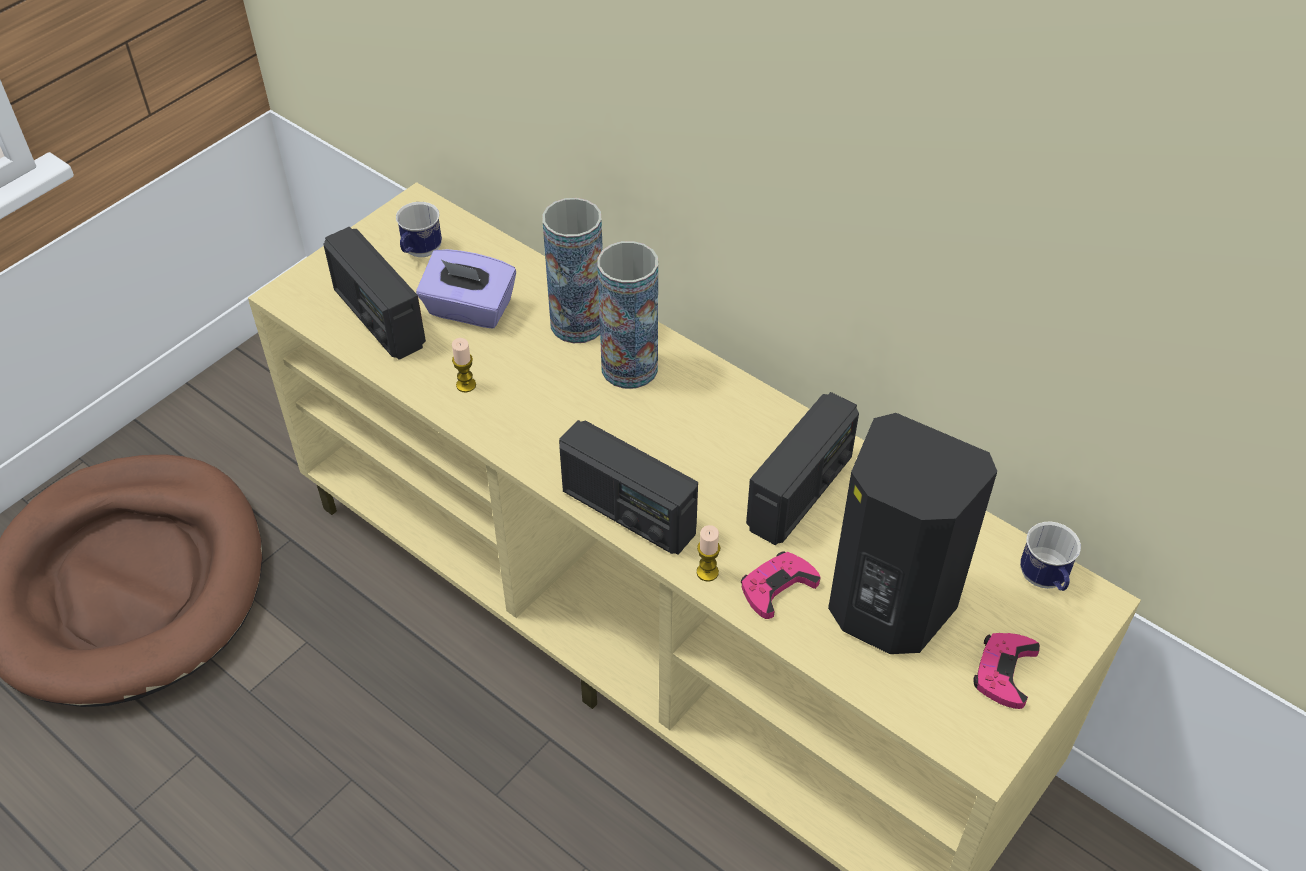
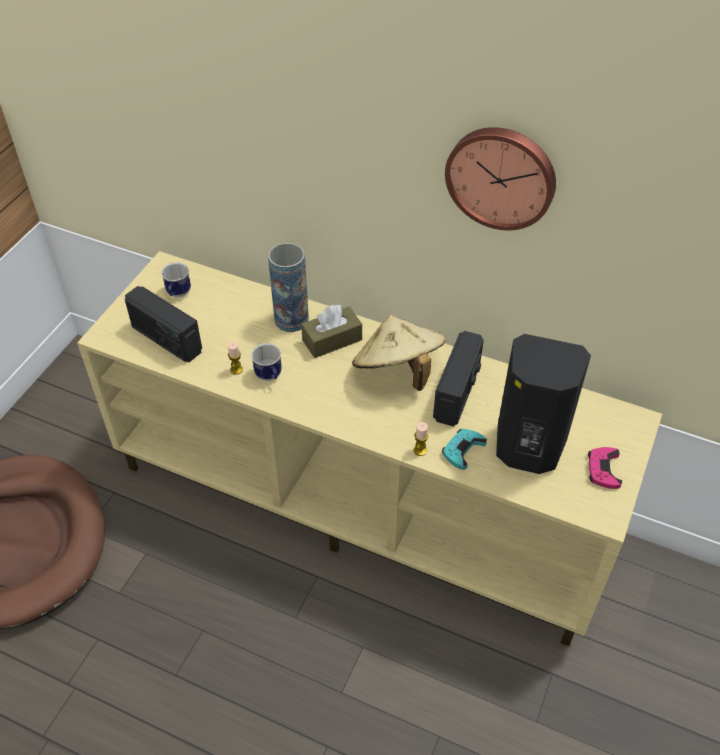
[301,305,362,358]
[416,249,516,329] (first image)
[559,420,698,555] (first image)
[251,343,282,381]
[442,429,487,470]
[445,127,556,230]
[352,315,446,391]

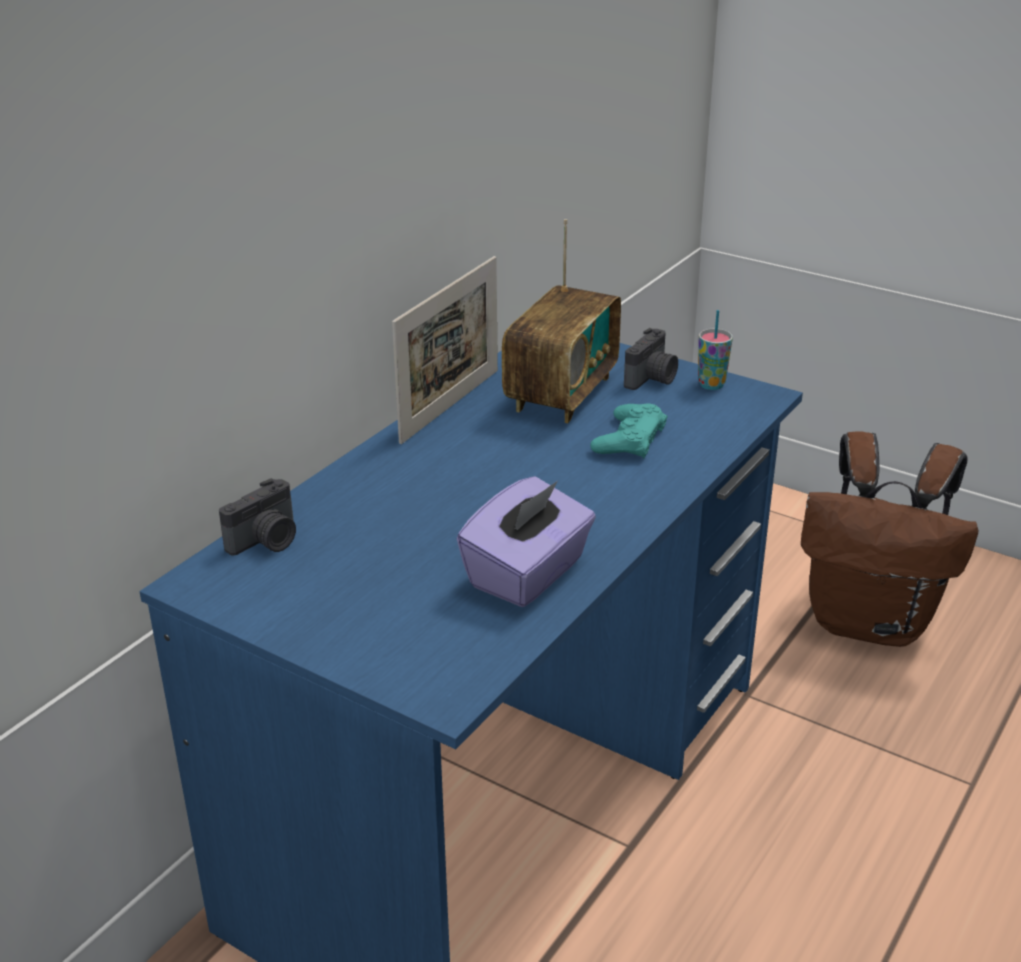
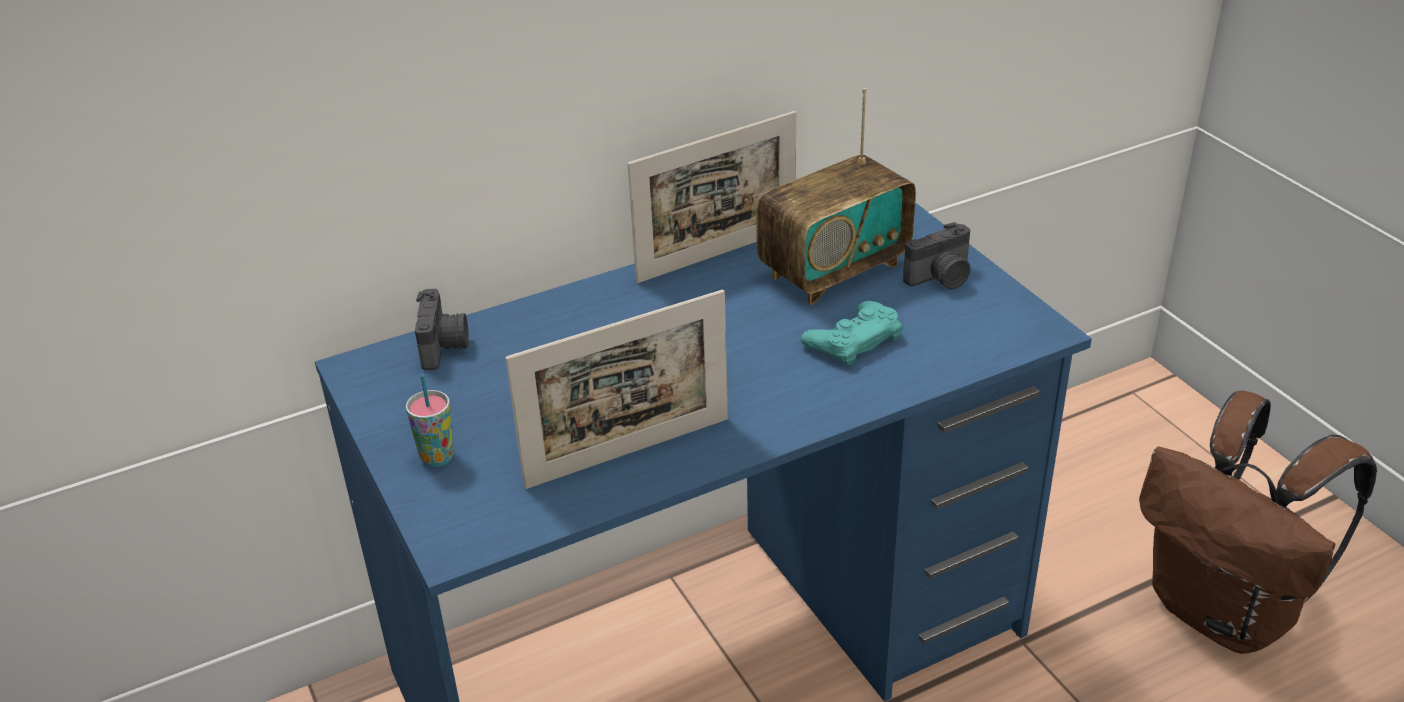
[406,374,455,467]
[505,289,728,489]
[415,289,469,370]

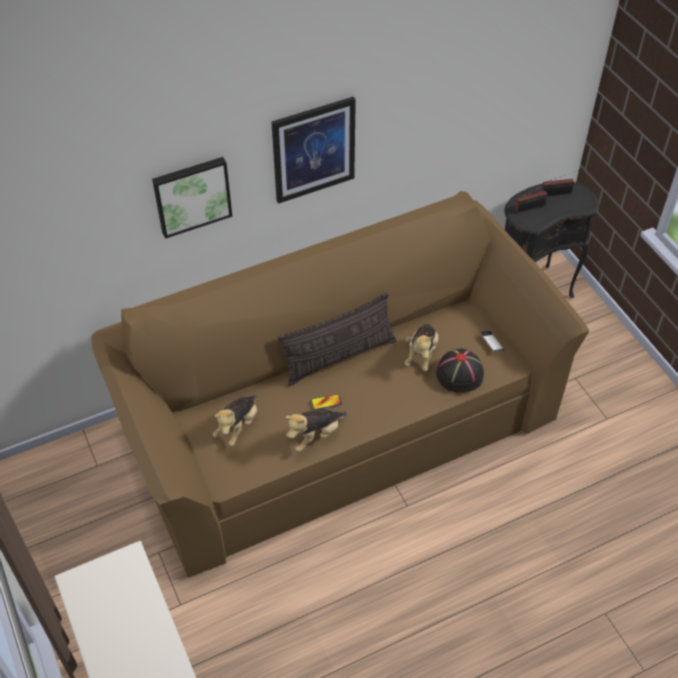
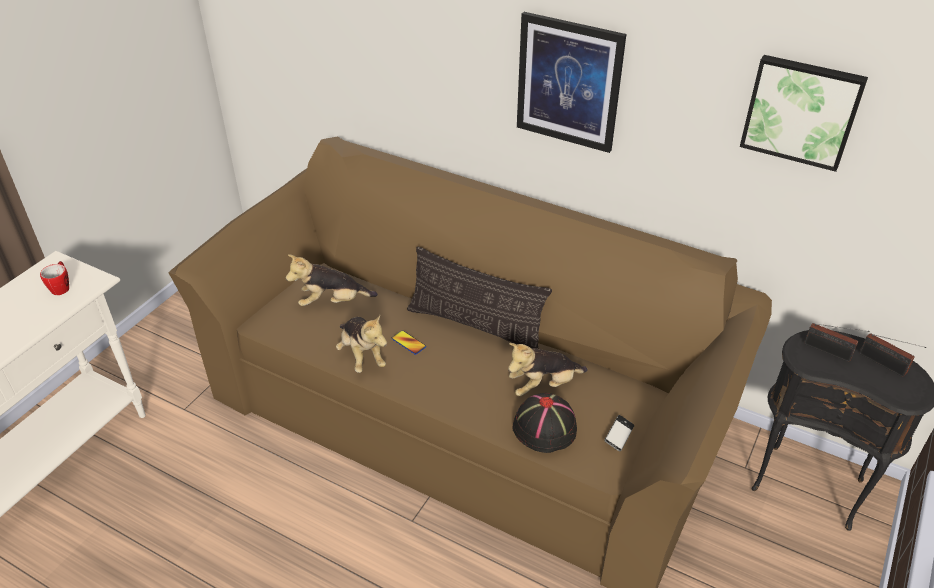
[740,55,868,172]
[336,315,387,373]
[40,261,69,295]

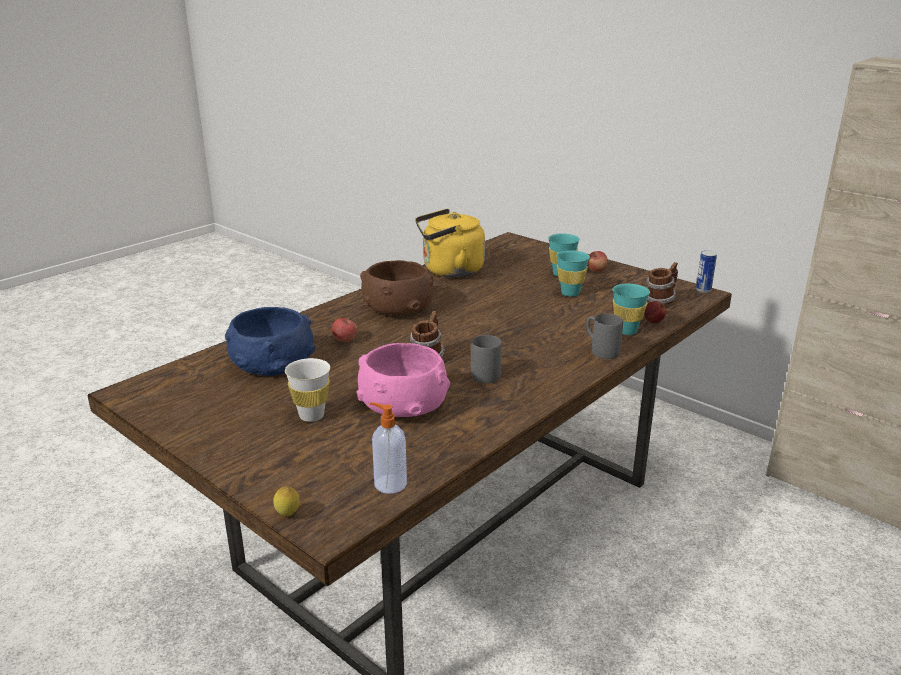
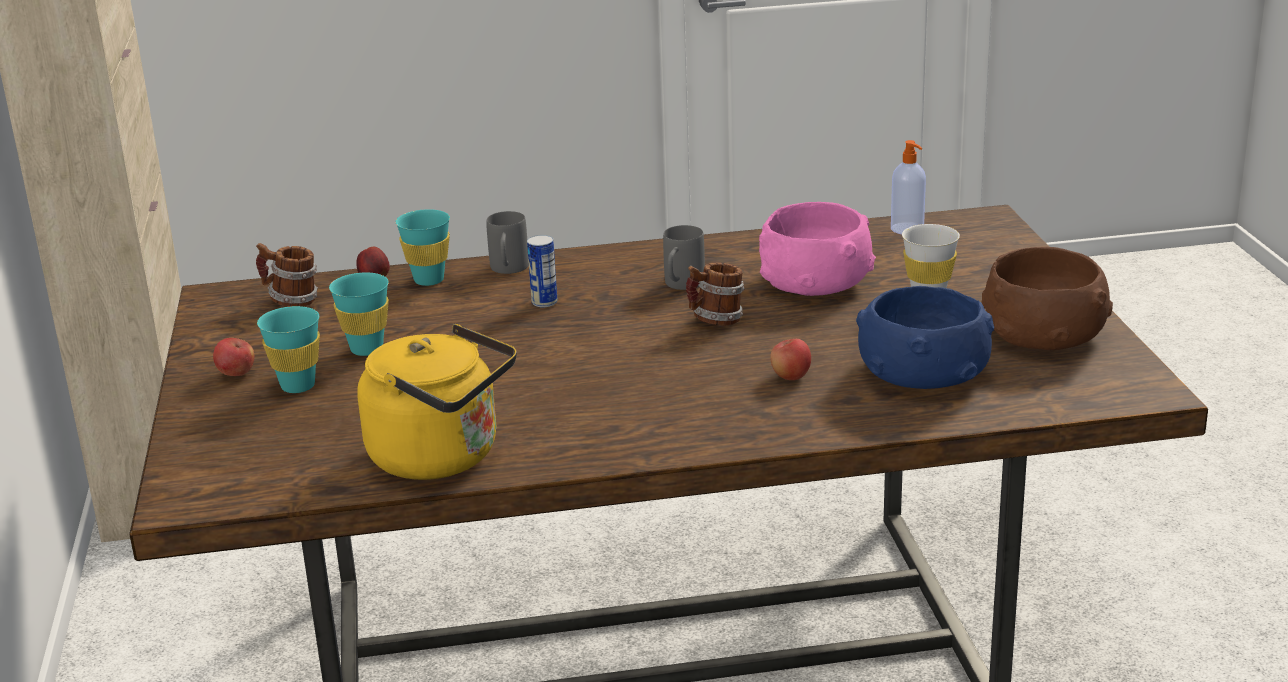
[527,235,557,307]
[981,247,1113,350]
[273,486,300,517] (first image)

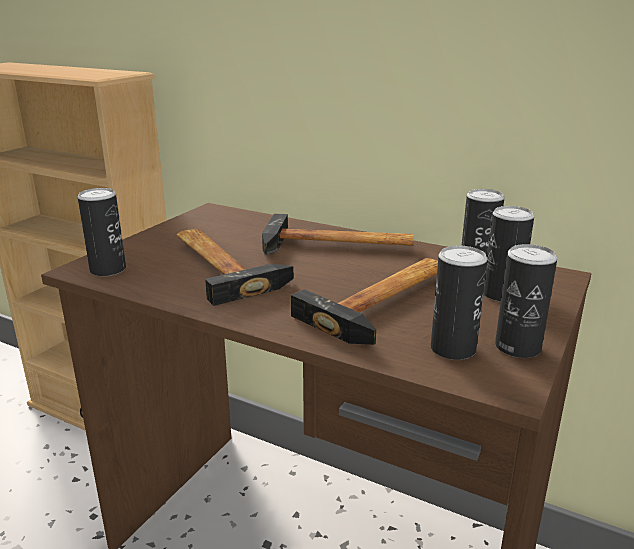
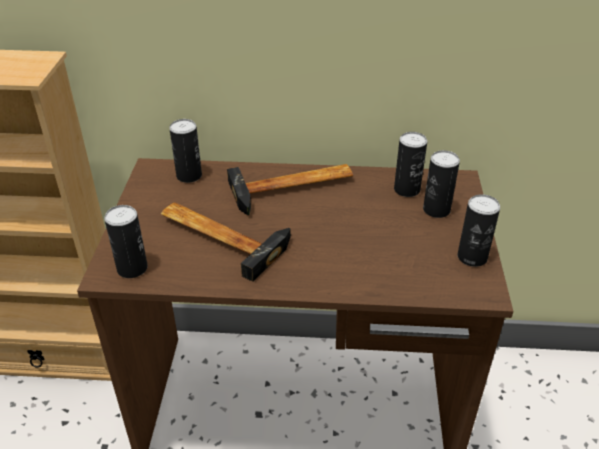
[169,119,202,183]
[291,258,438,345] (first image)

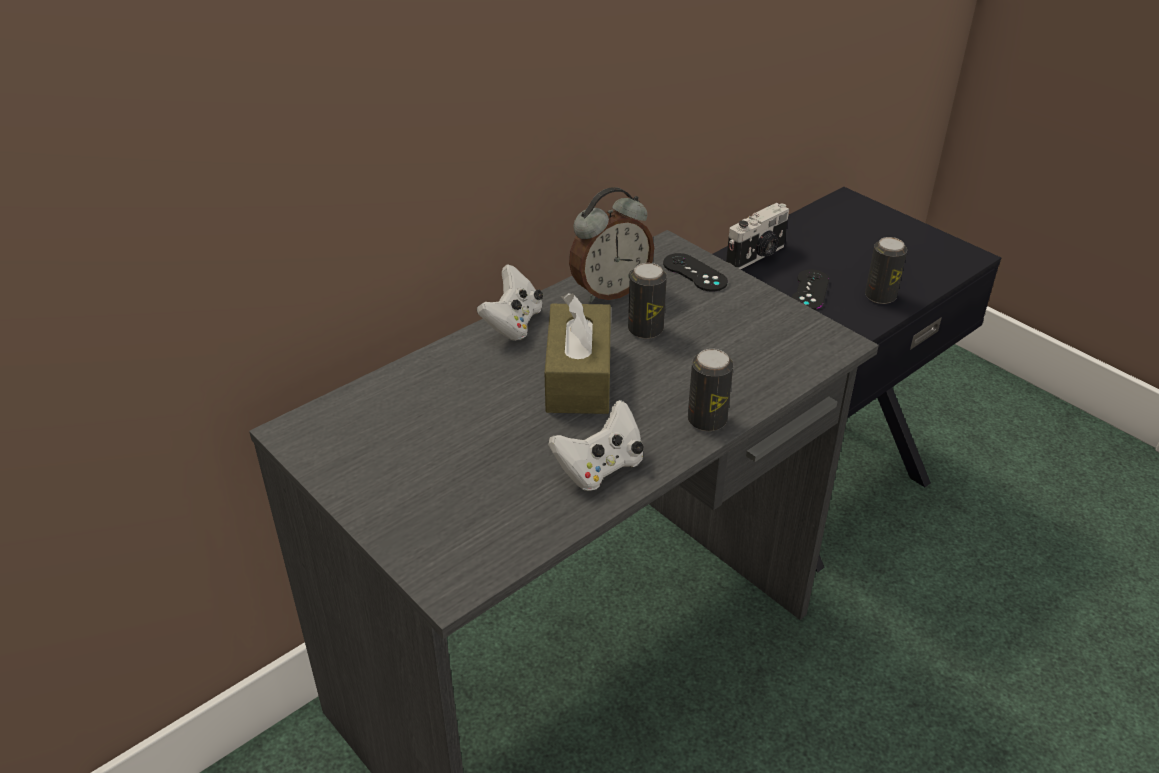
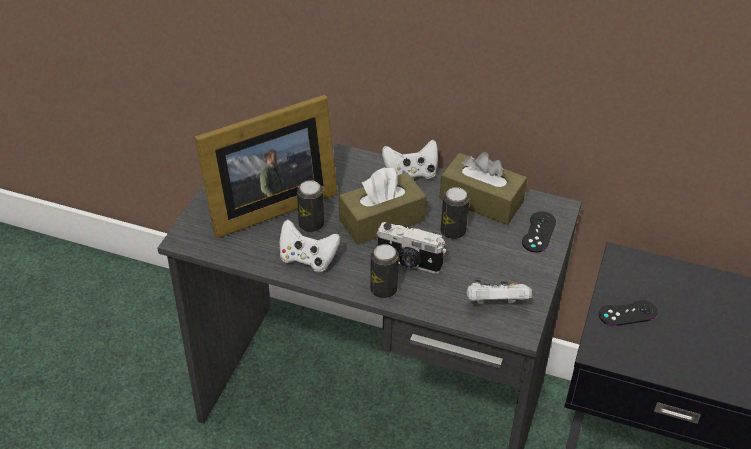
[439,152,527,225]
[377,222,446,274]
[297,180,324,232]
[195,95,338,238]
[467,280,532,304]

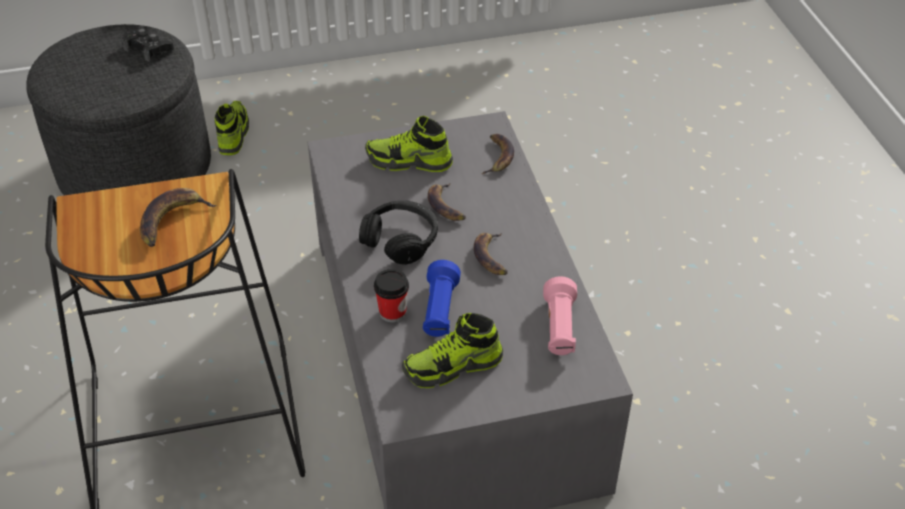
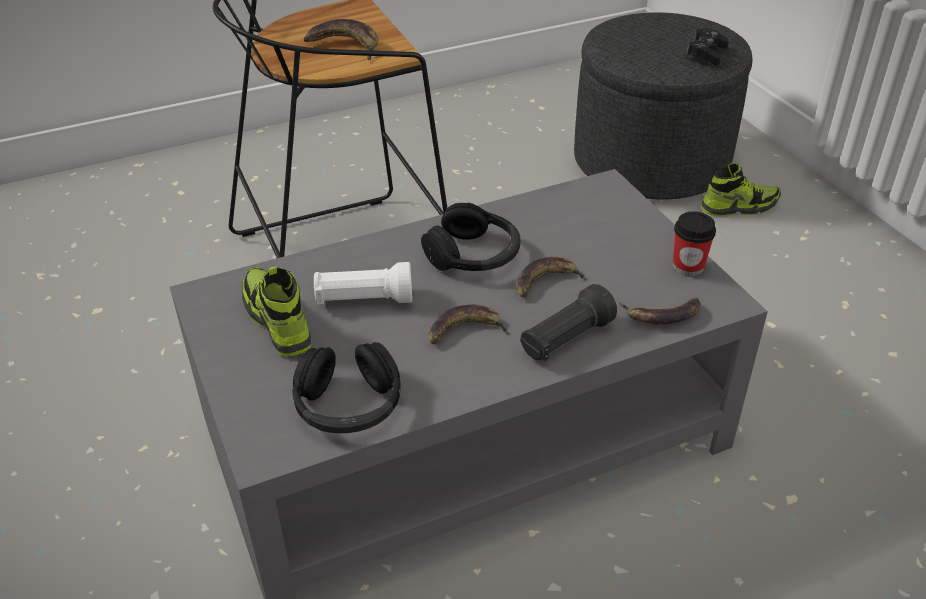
[365,116,453,172] (first image)
[314,262,412,305]
[673,211,716,277]
[292,342,401,433]
[520,284,617,362]

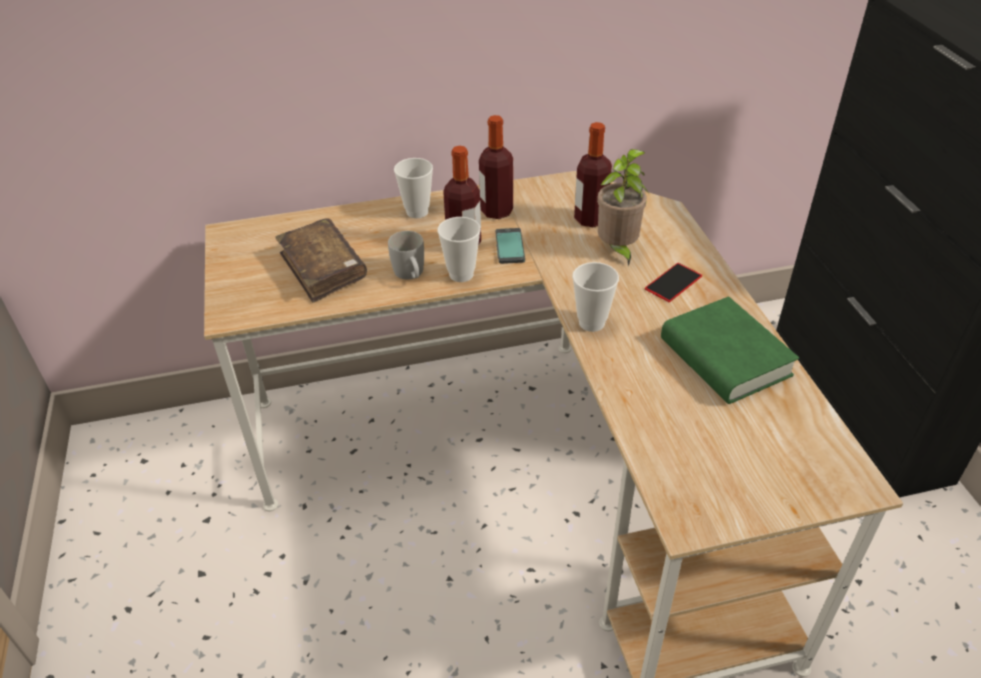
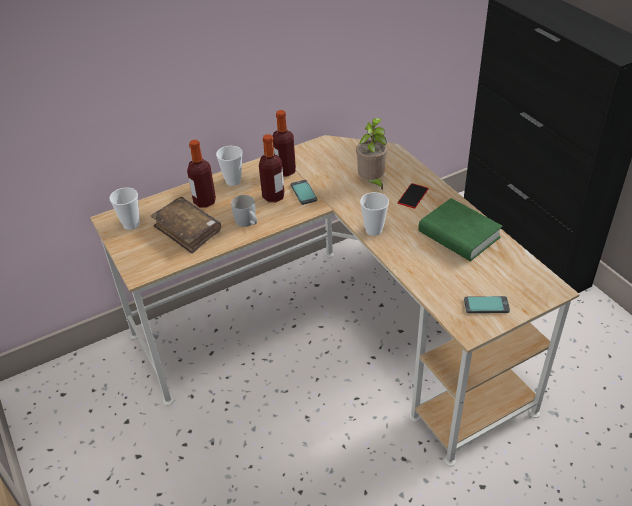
[187,140,216,208]
[109,187,140,230]
[464,296,510,313]

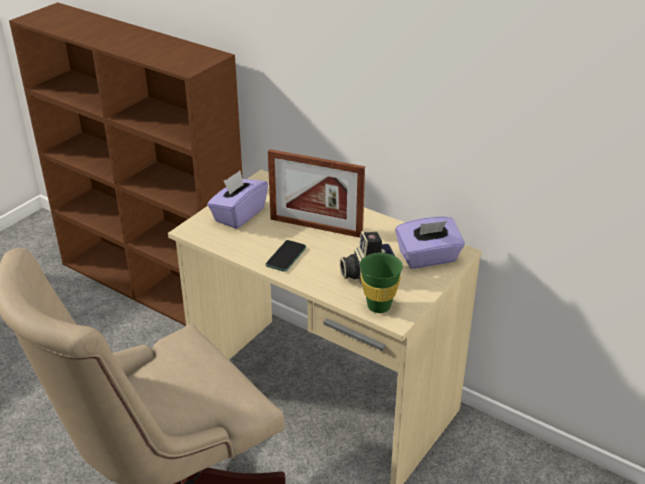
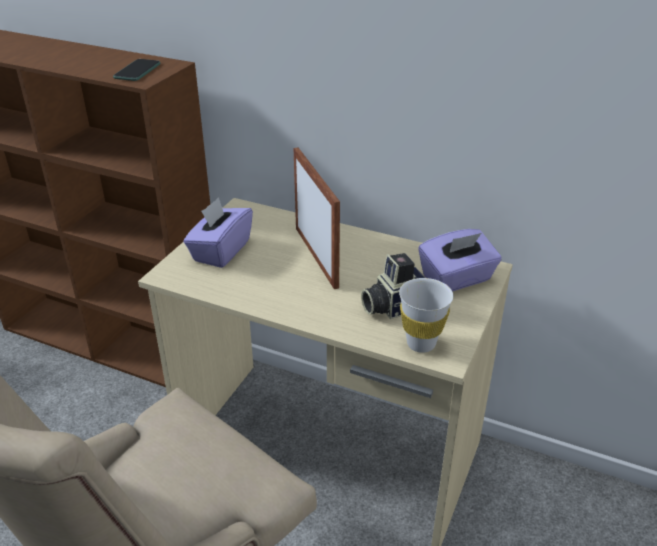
[293,148,340,289]
[113,59,160,81]
[399,278,453,353]

